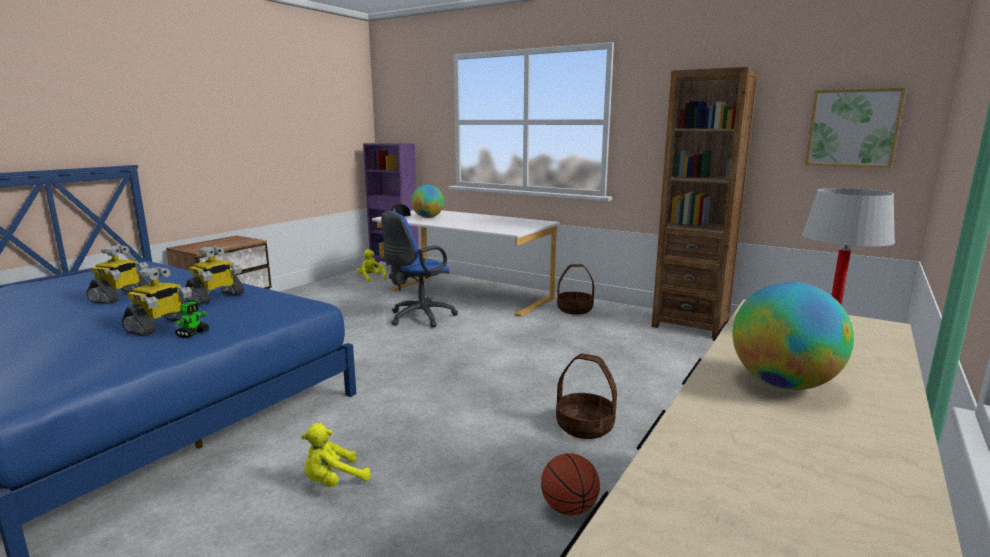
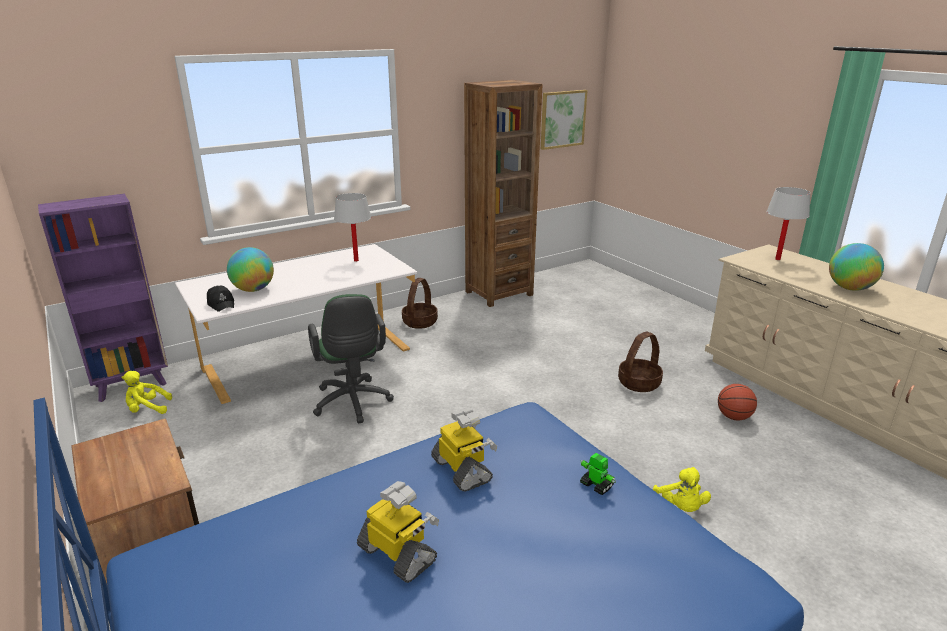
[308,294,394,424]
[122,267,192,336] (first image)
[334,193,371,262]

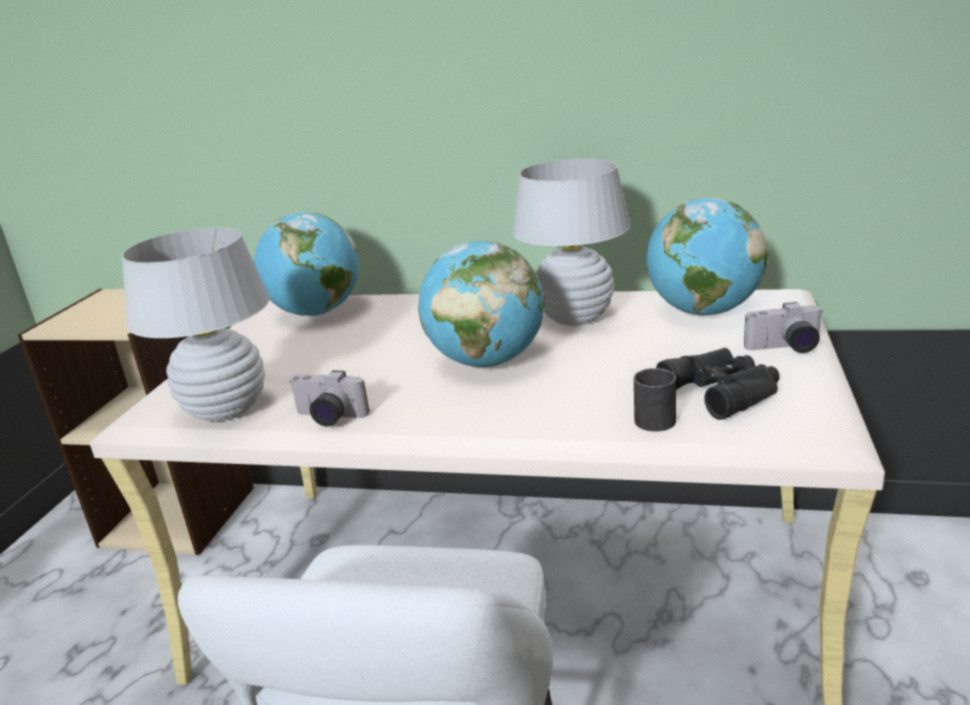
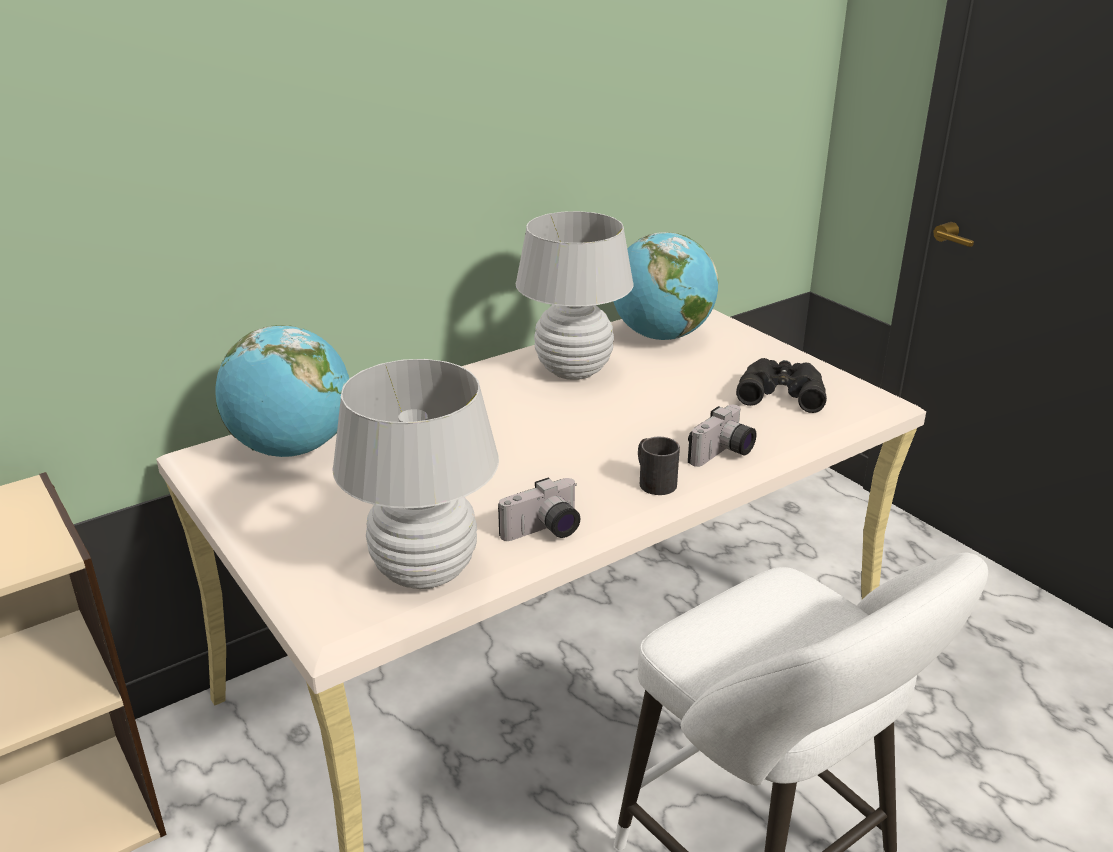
[418,241,545,367] (first image)
[688,405,757,467]
[638,437,680,495]

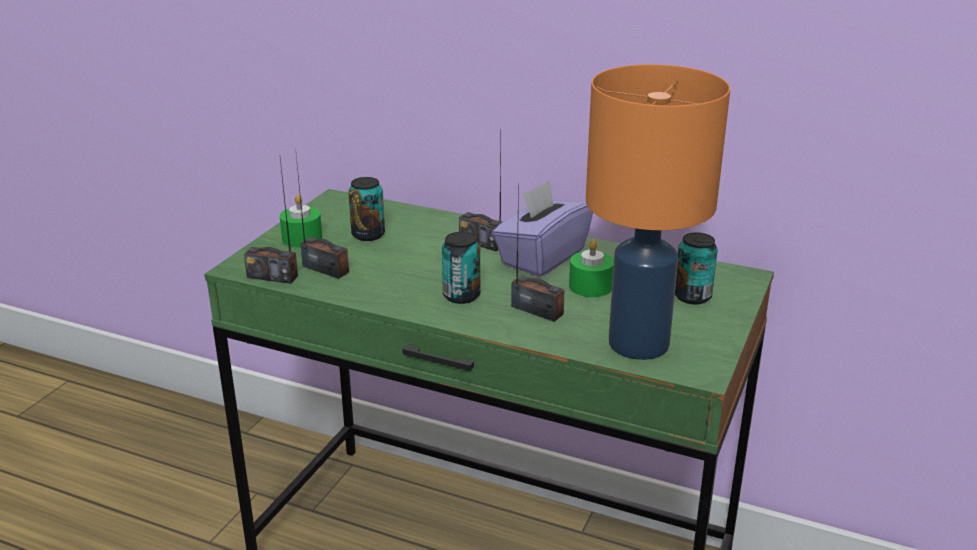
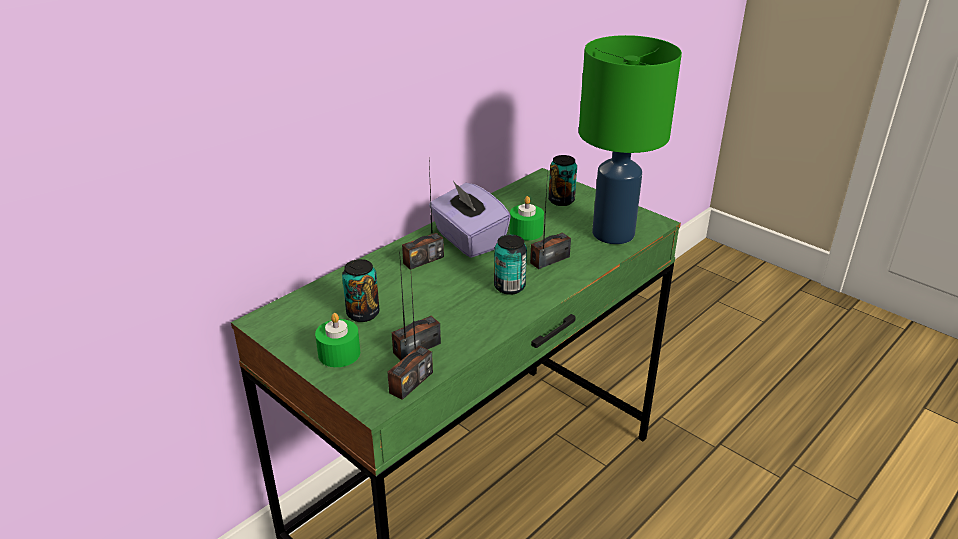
[579,35,682,244]

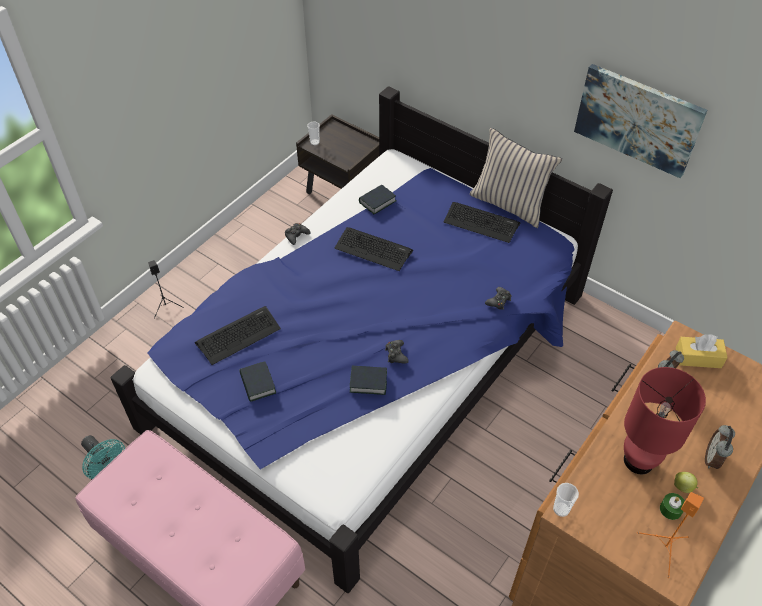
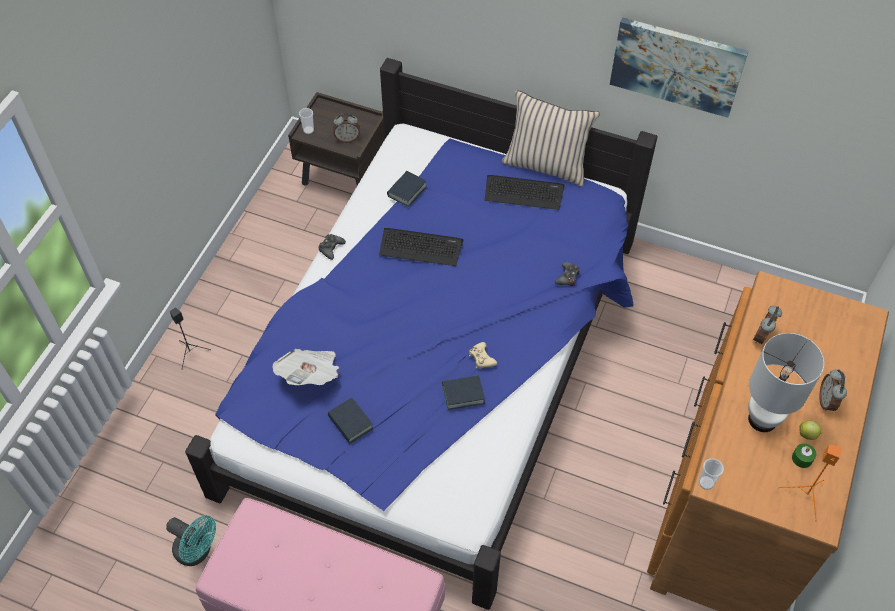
[272,349,339,385]
[676,334,728,368] (first image)
[469,342,497,369]
[748,333,824,432]
[333,113,360,143]

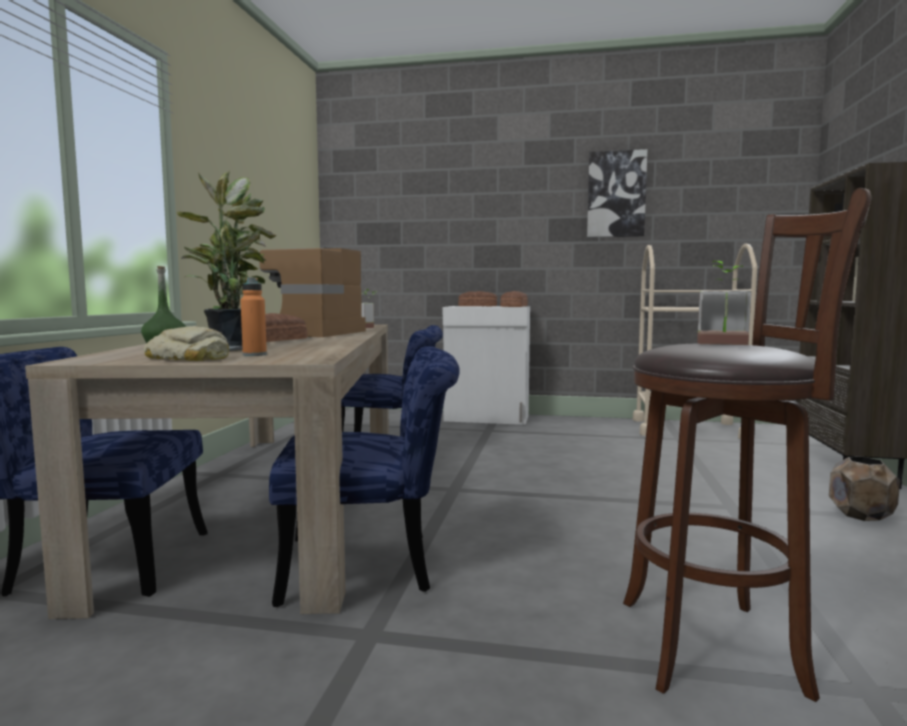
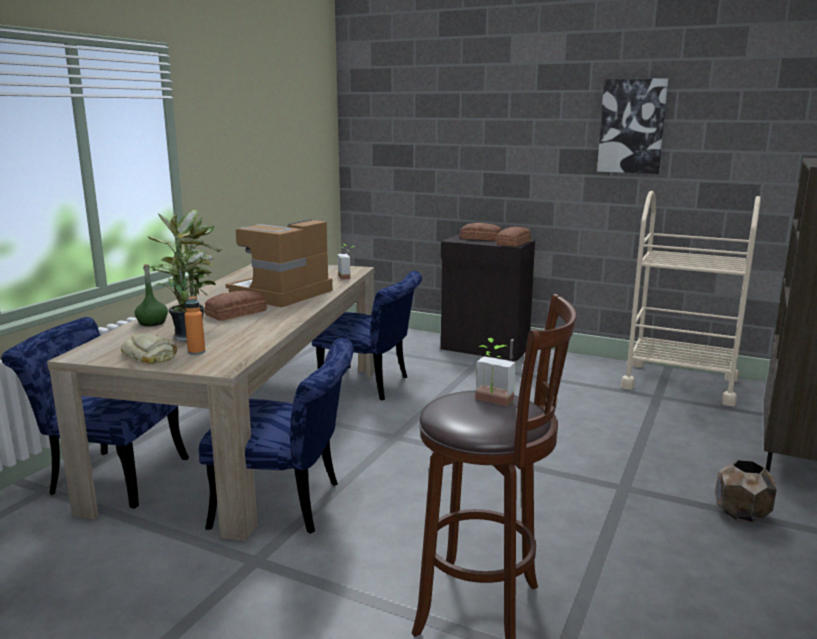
[441,234,535,361]

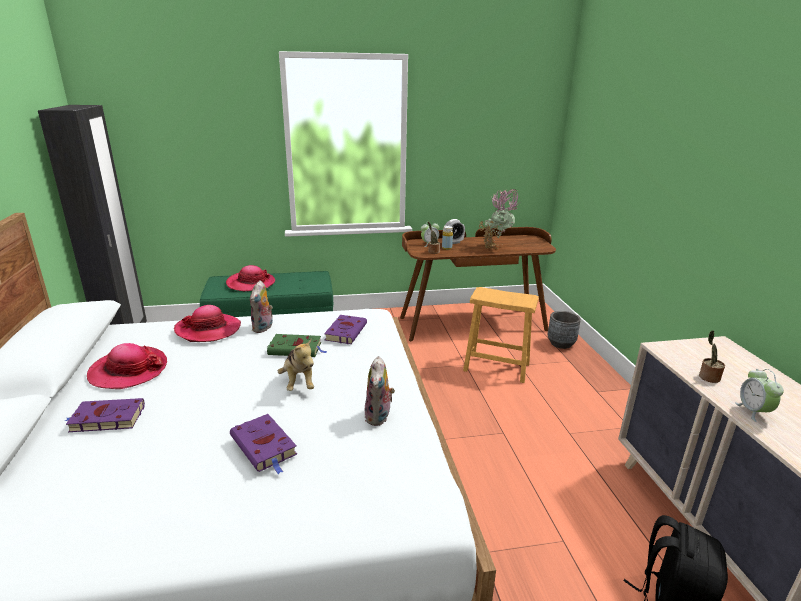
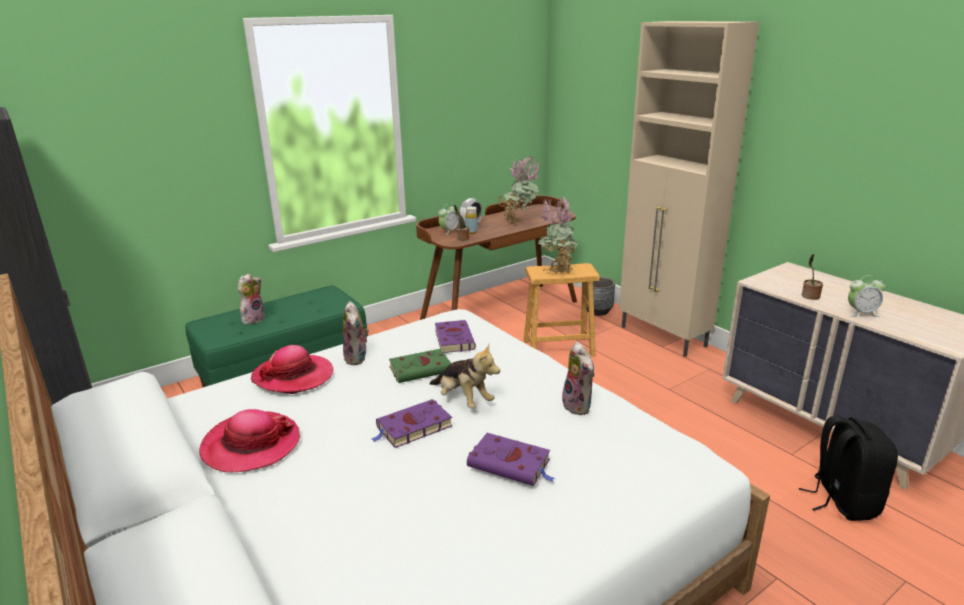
[238,273,265,325]
[848,275,885,317]
[372,399,453,448]
[619,21,759,357]
[538,195,579,275]

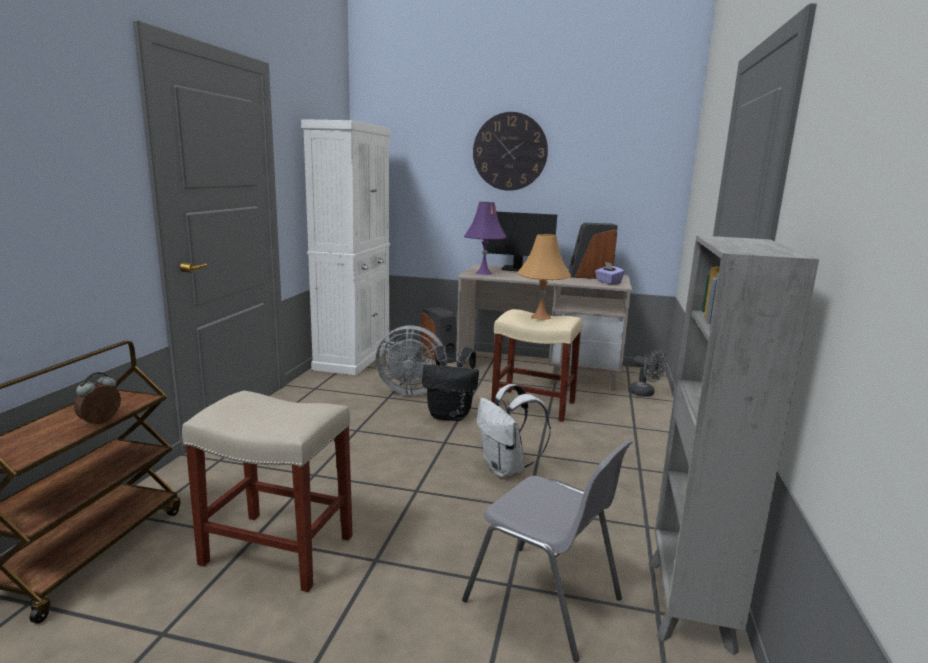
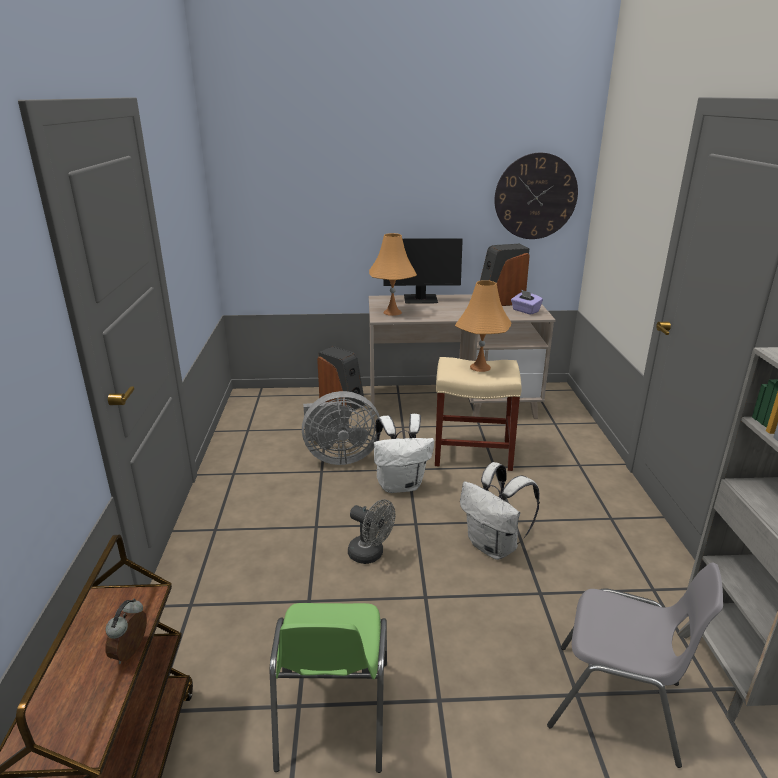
[494,153,578,239]
[301,119,390,375] (first image)
[369,233,417,316]
[374,414,434,493]
[348,499,395,564]
[270,603,387,773]

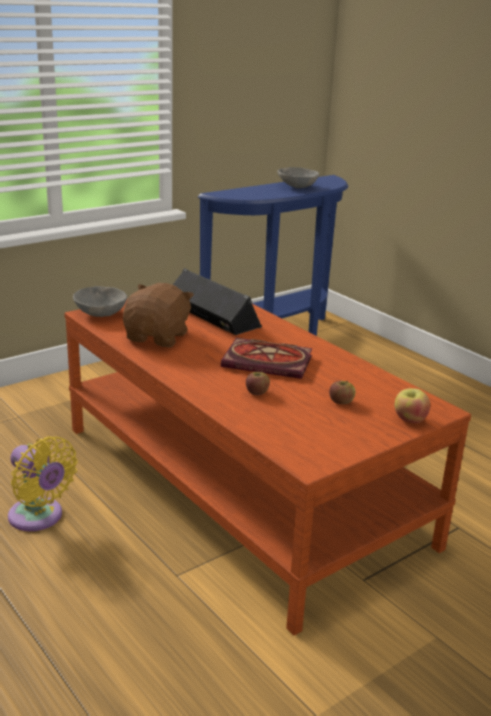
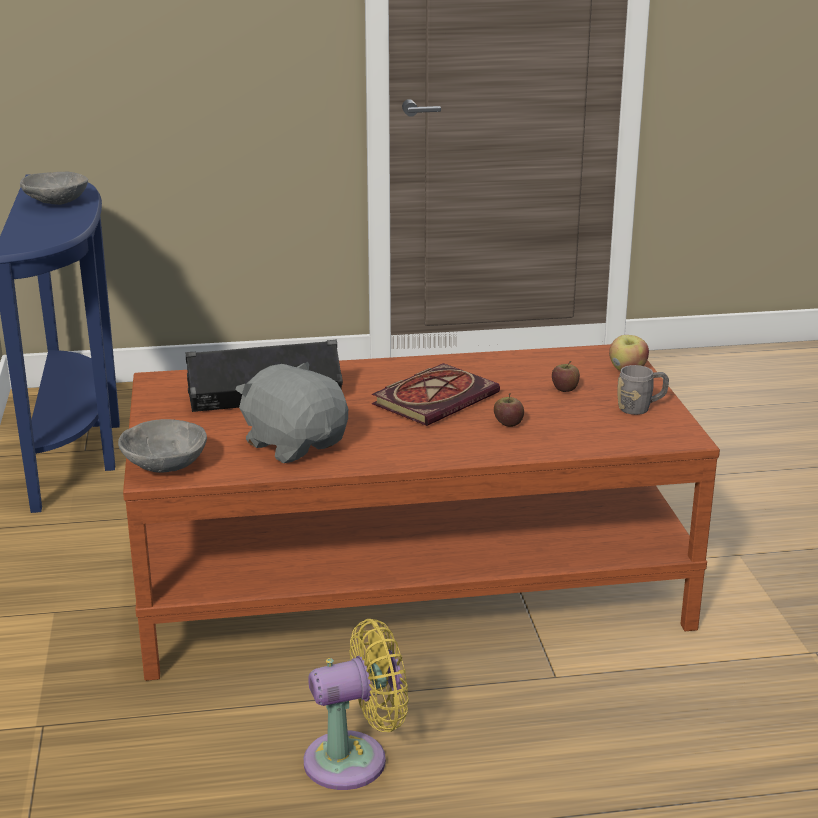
[235,362,348,463]
[617,365,669,415]

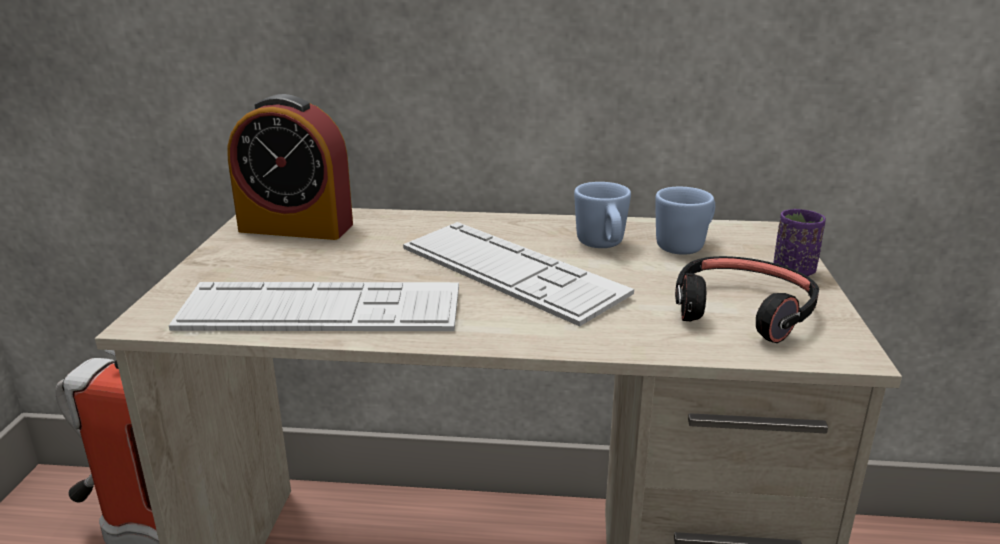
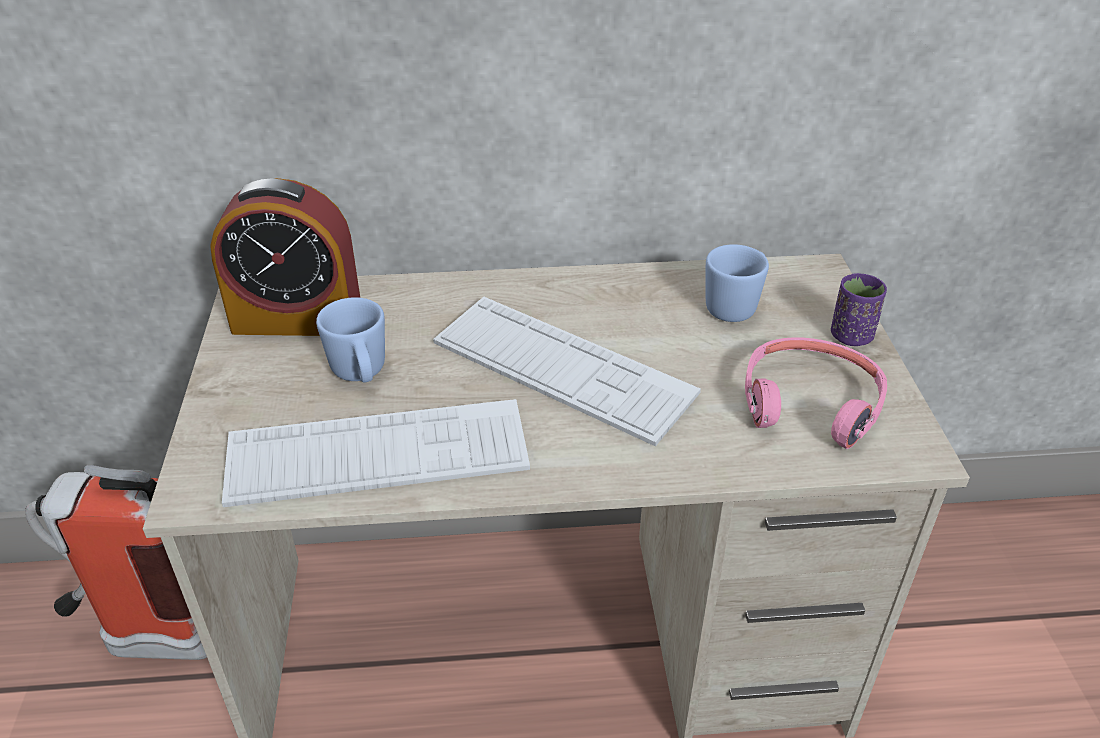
[316,297,385,383]
[745,337,887,449]

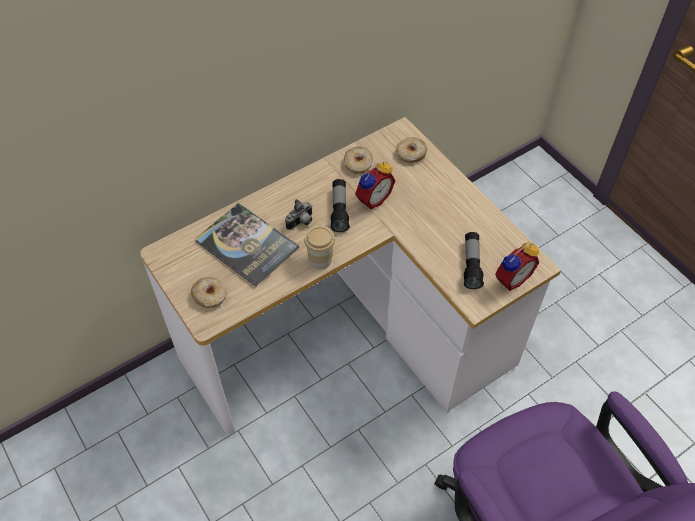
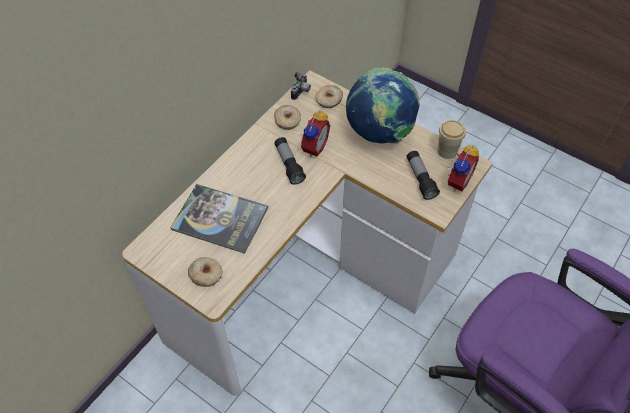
[291,72,311,100]
[438,120,466,159]
[346,68,420,144]

